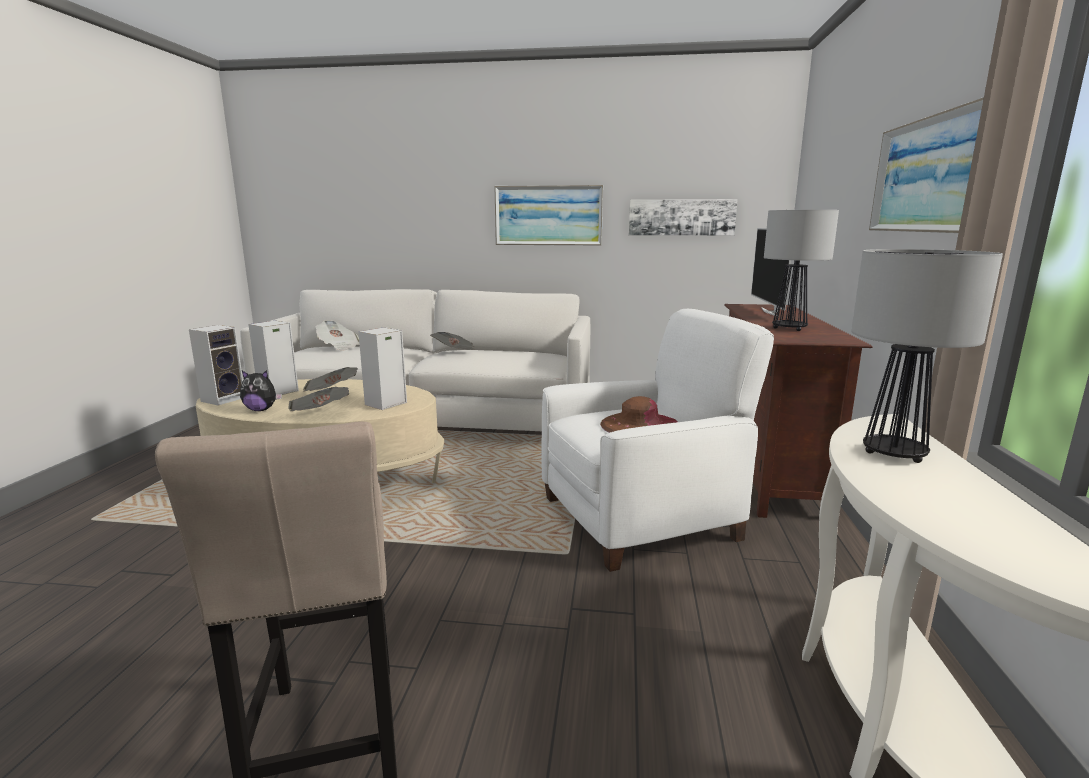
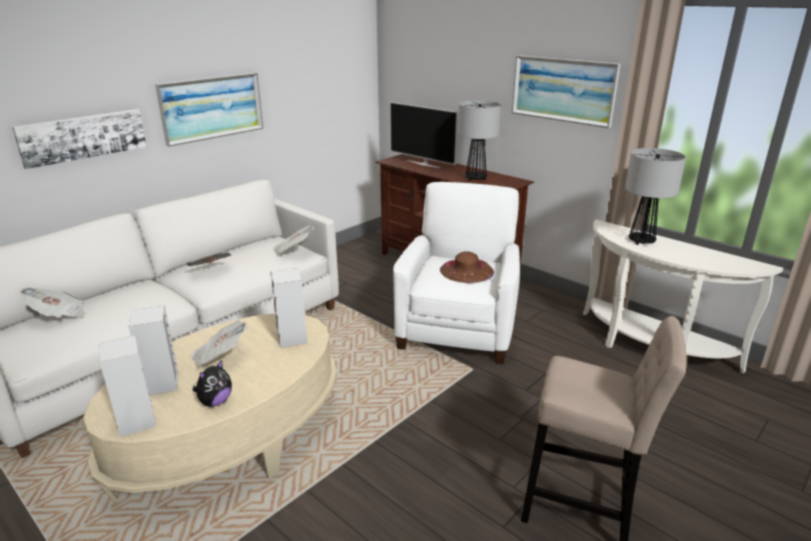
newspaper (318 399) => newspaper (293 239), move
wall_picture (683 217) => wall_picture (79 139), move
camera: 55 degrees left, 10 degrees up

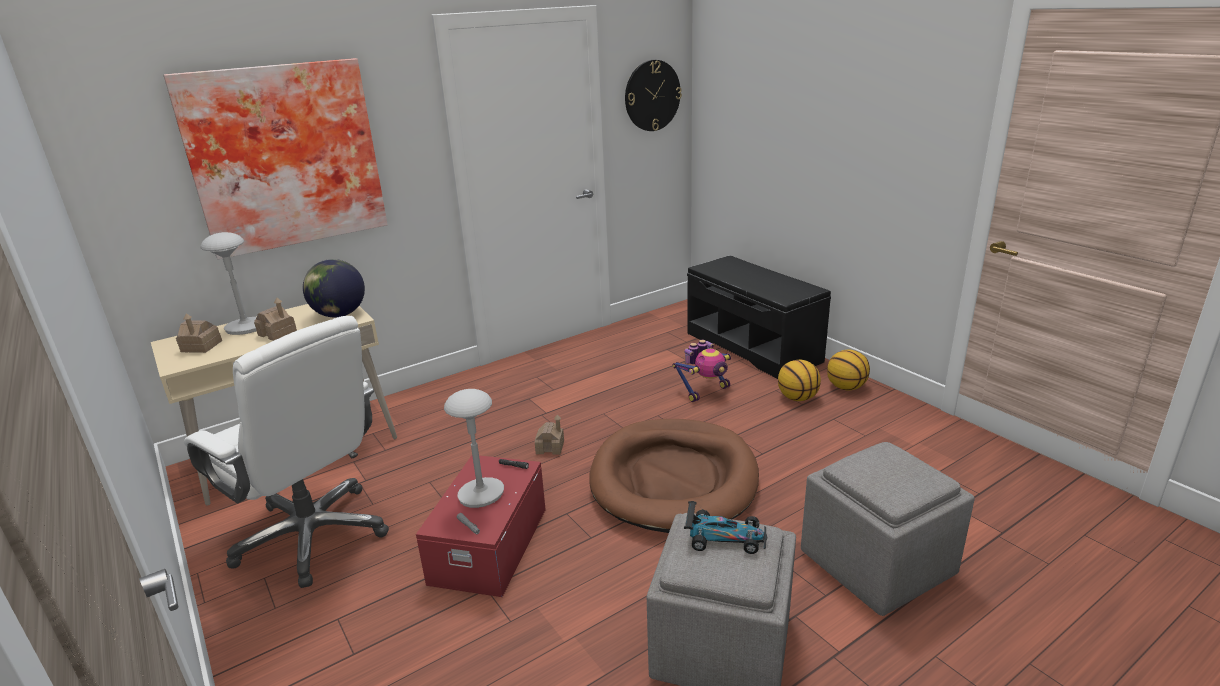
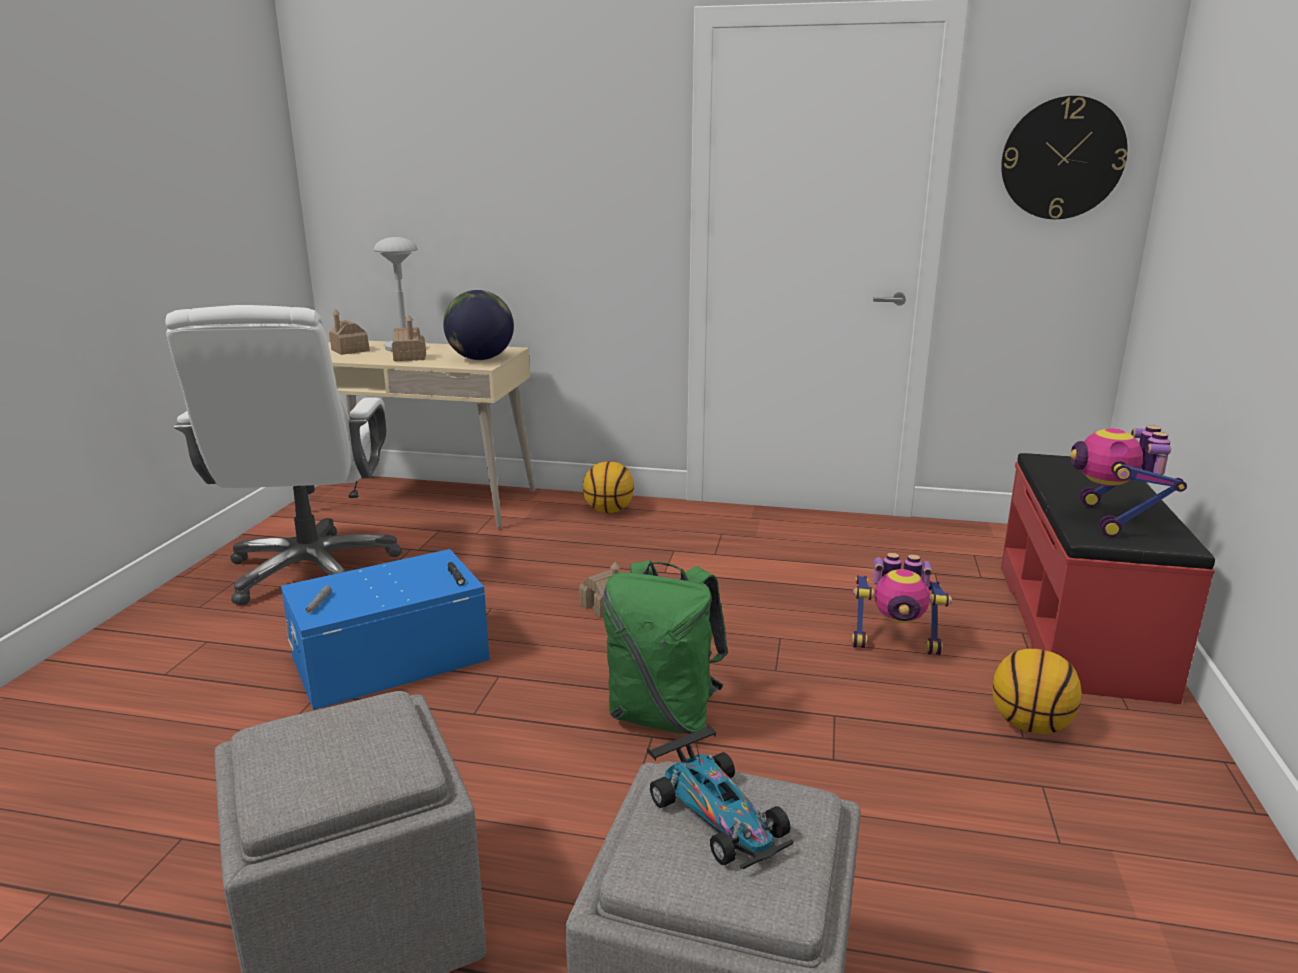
wall_picture (275 158) => nothing
greyish_tabletop_lamp (474 448) => nothing
nothing => toy_robot (1128 481)
toy_car (725 527) => toy_car (720 797), move
ball_for_basketball (848 370) => ball_for_basketball (608 487), move
brownish_dog_cushion (674 476) => green-coloured_backpack (665 647)
red-coloured_storage_box (481 526) => blue_storage_box (385 629)
black-coloured_indoor_bench (759 317) => red-coloured_indoor_bench (1108 578)
camera: 45 degrees right, 5 degrees down

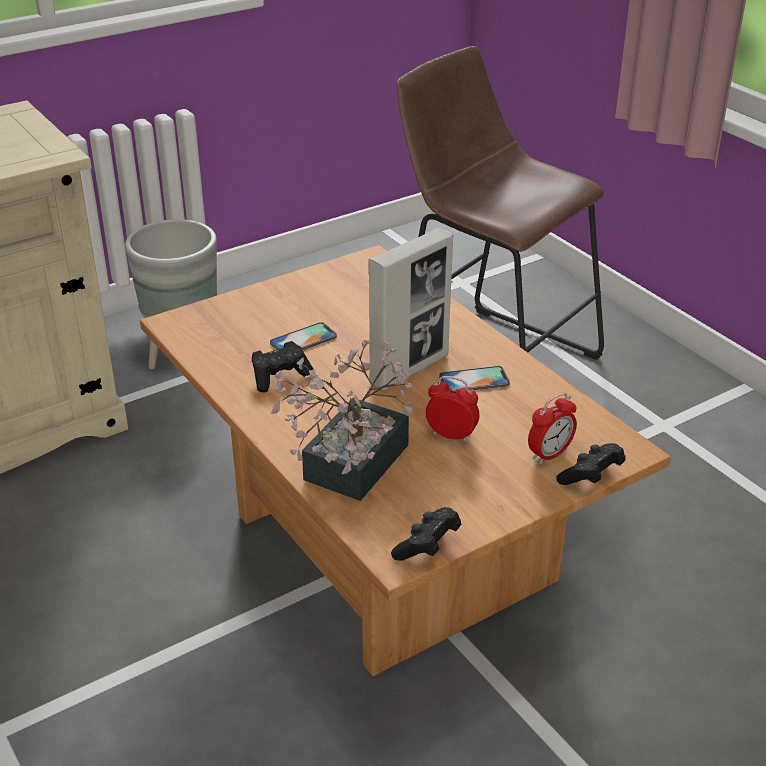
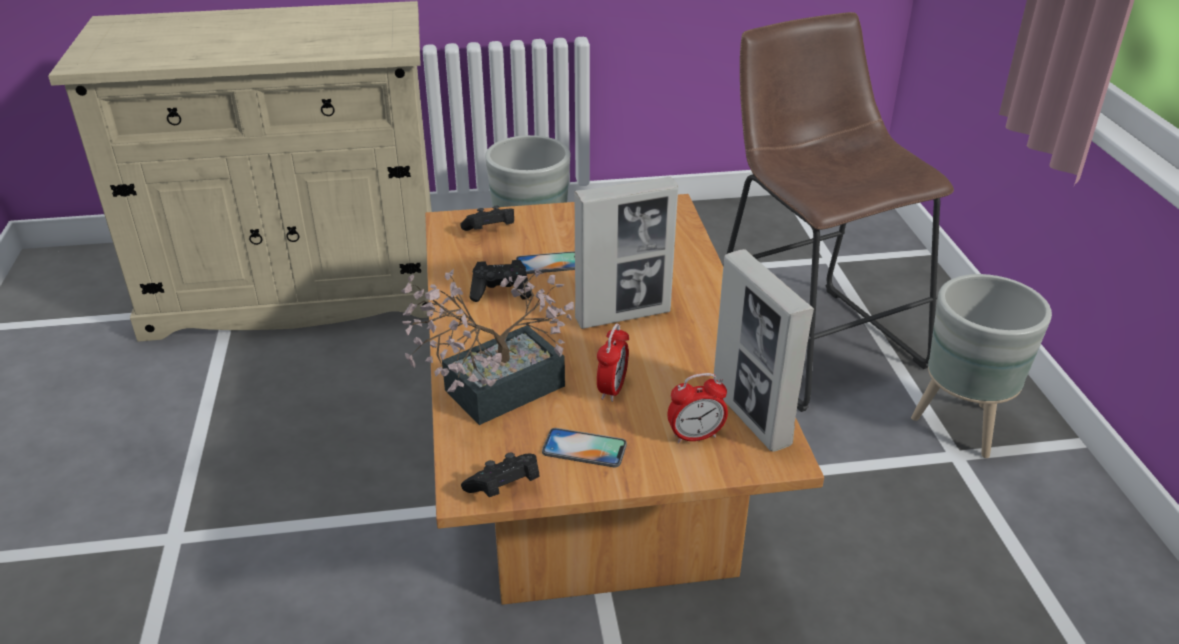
nothing => photo_frame (763 350)
nothing => greyish_planter (981 366)
telephone (474 378) => telephone (584 447), move
black-coloured_joypad (591 464) => black-coloured_joypad (487 218), move
table_clock (453 409) => table_clock (613 363), 60 degrees clockwise
camera: 25 degrees right, 0 degrees up

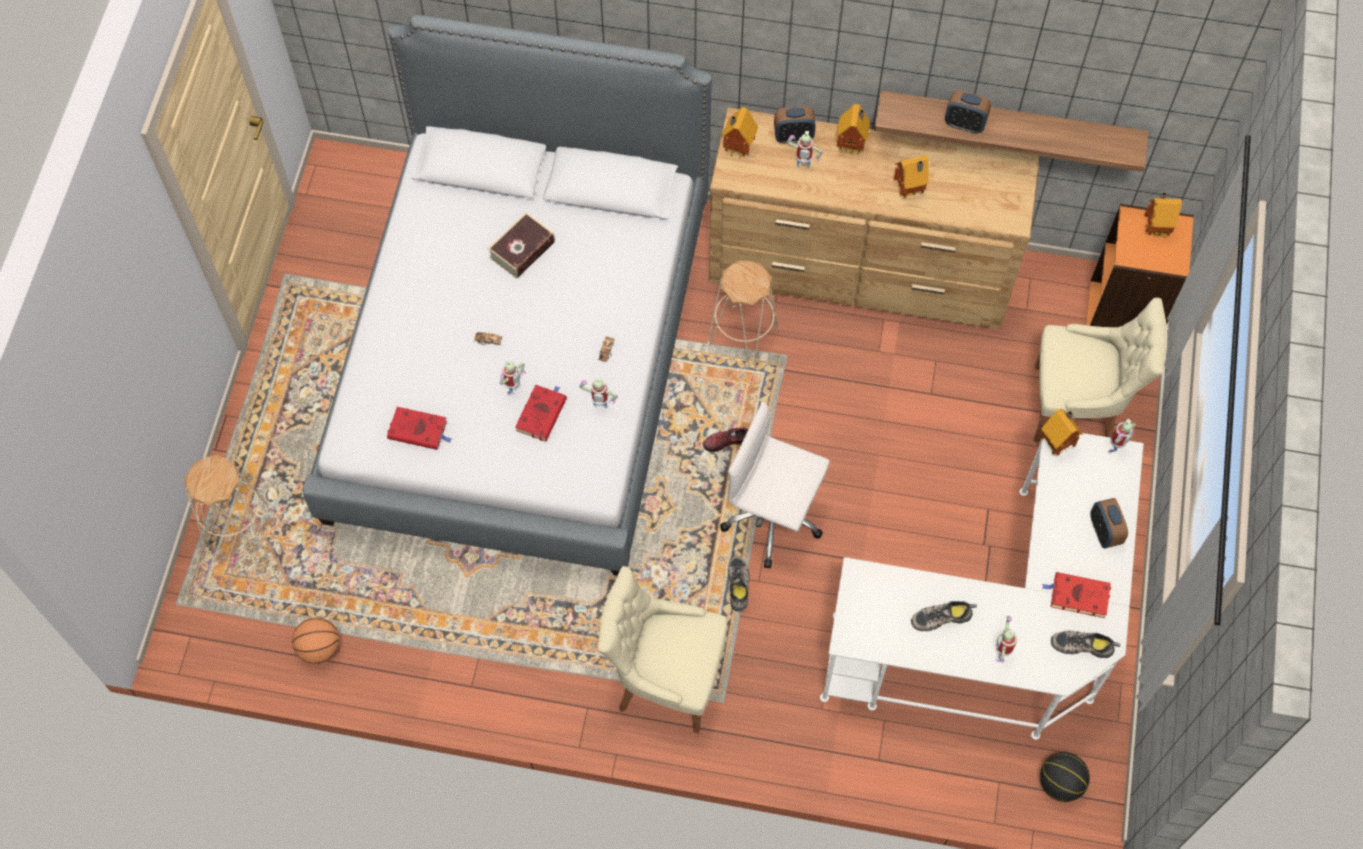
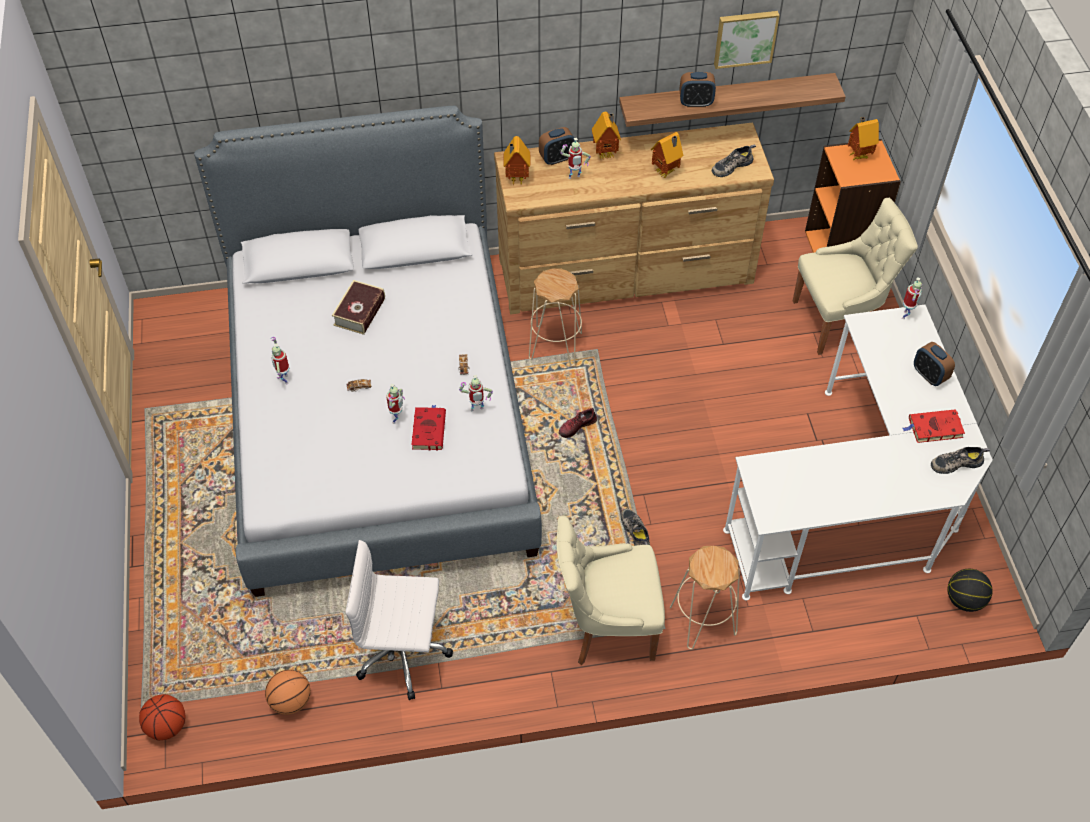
red-coloured_book (419 428) => nothing
miniature_house (1062 432) => nothing
nothing => ball_for_basketball (162 717)
nothing => wall_picture (747 40)
beige_sitting_stool (226 504) => beige_sitting_stool (705 598), move
white_office_chair (775 485) => white_office_chair (399 620), move
shoe (944 616) => shoe (734 161), move
toy_robot (1006 639) => toy_robot (280 360), move
camera: 20 degrees left, 10 degrees down

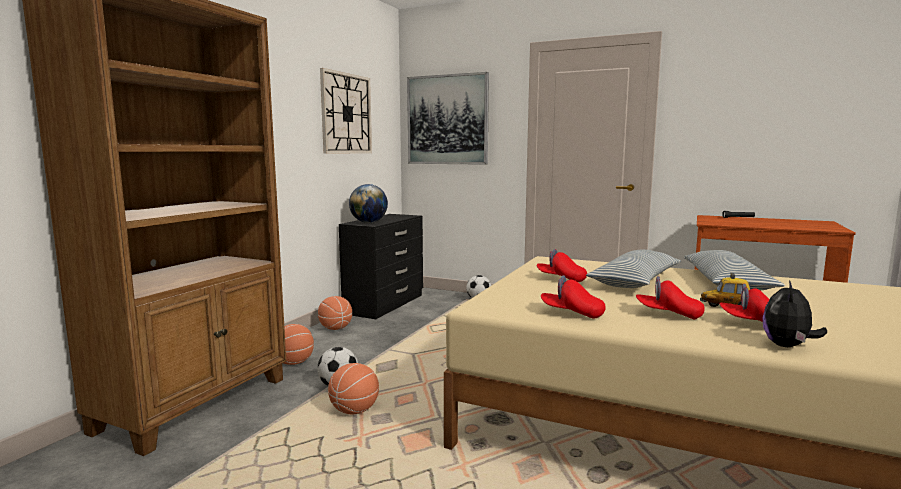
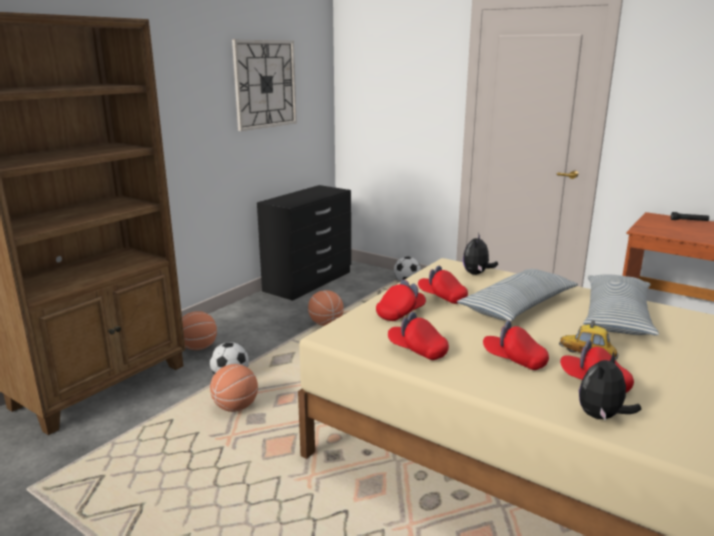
desk_globe (368 203) => nothing
wall_picture (448 118) => nothing
nothing => red-coloured_peaked_cap (401 300)
nothing => plush_toy (480 255)
ball_for_basketball (335 313) => ball_for_basketball (326 308), move
camera: 10 degrees right, 10 degrees up

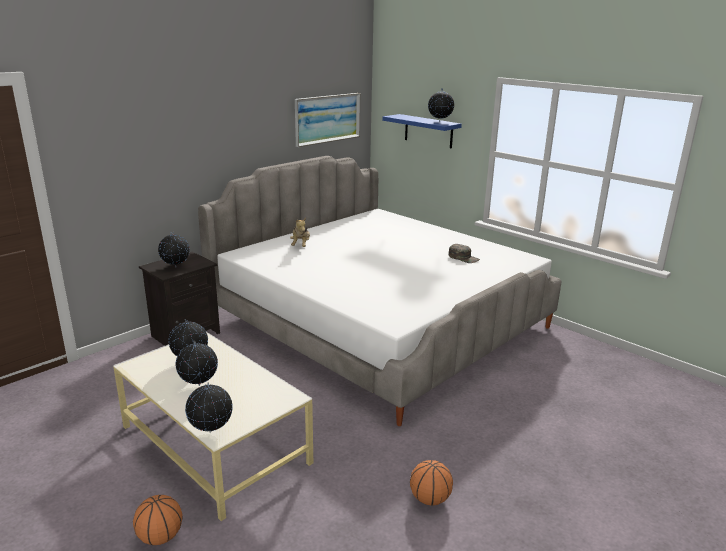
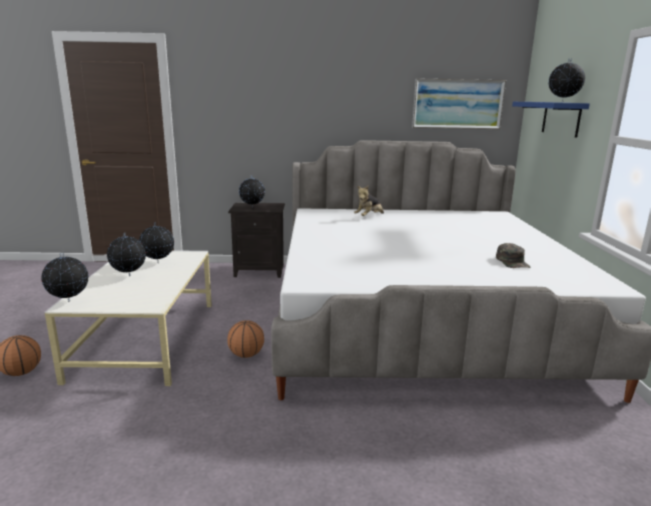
ball_for_basketball (431 483) => ball_for_basketball (245 339), move
camera: 45 degrees right, 5 degrees down

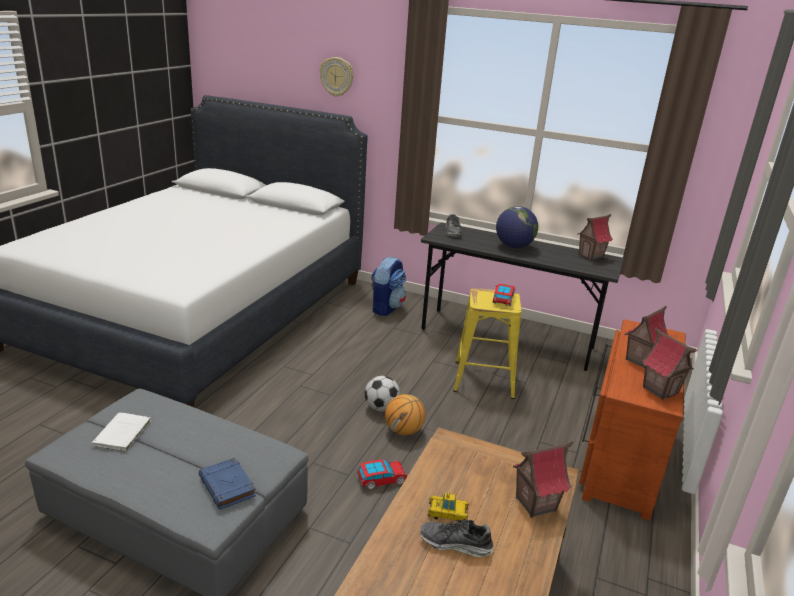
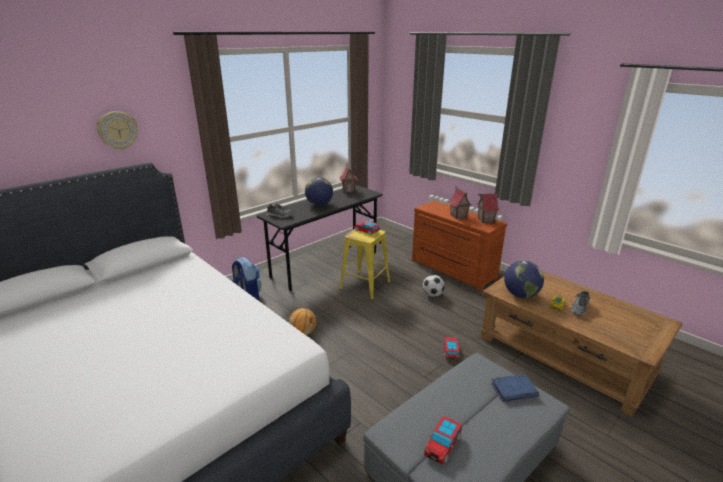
miniature_house (543 479) => nothing
nothing => desk_globe (524 279)
football (382 393) => football (434 286), move
ball_for_basketball (405 414) => ball_for_basketball (302 321), move
white_book (121 432) => toy_car (443 440)
camera: 65 degrees left, 0 degrees up

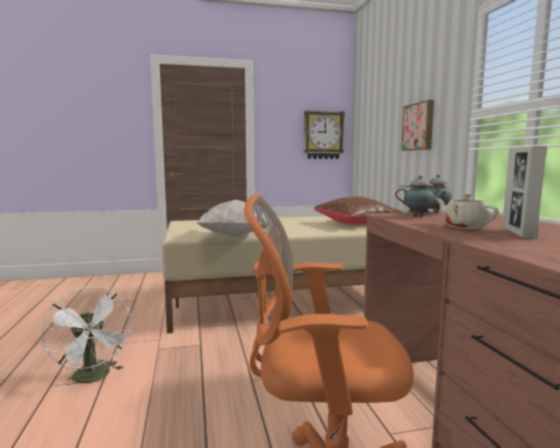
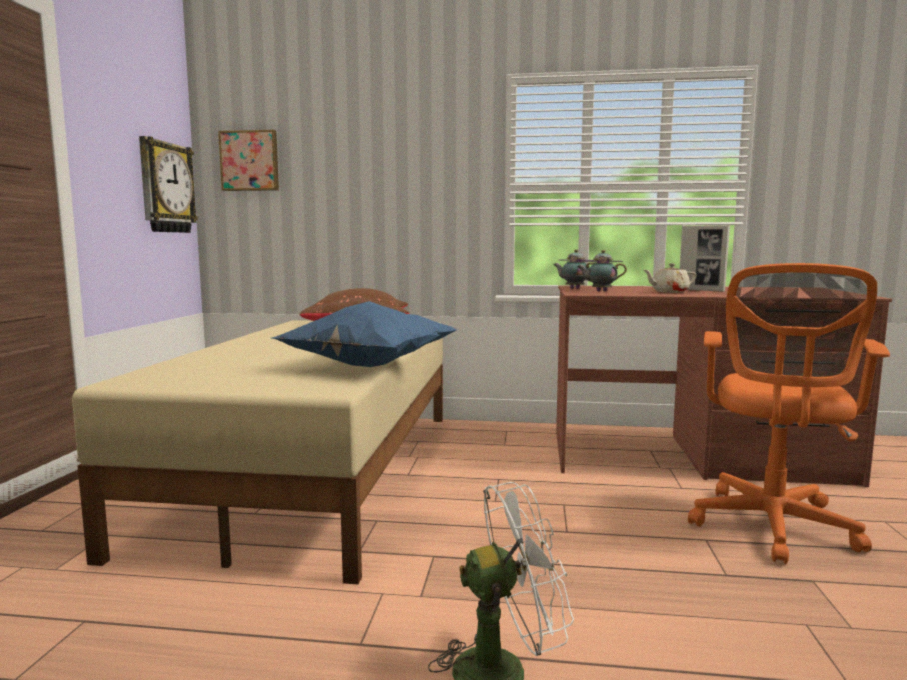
wall_picture (417 125) => wall_picture (248 160), move
white_cushion (232 218) => blue_cushion (364 334)
pot_for_tea (421 196) => pot_for_tea (602 270), 120 degrees counterclockwise
camera: 70 degrees left, 0 degrees up

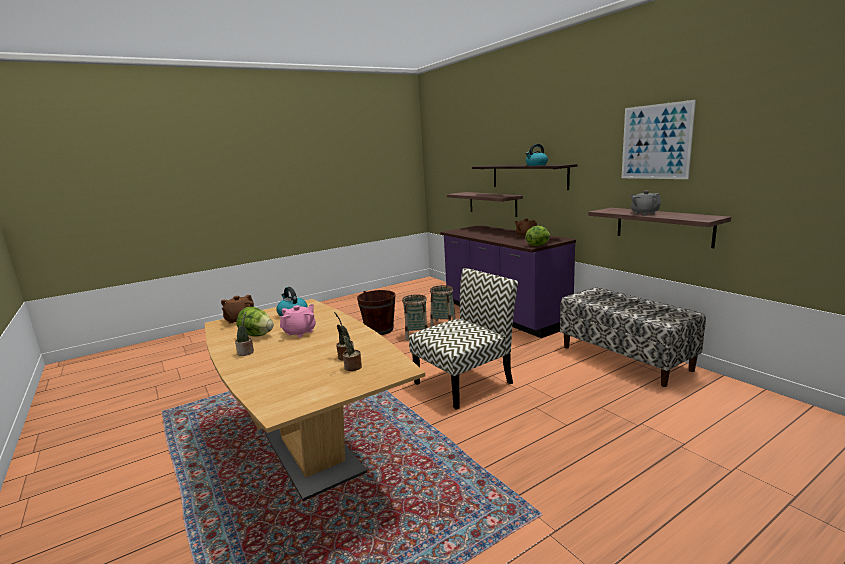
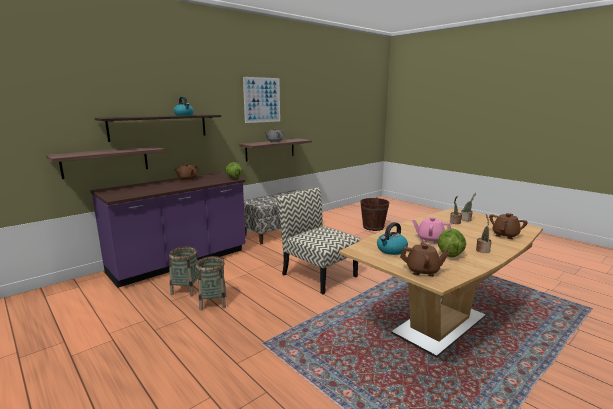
nothing => brownish_pot_for_tea (508 226)
brownish_pail (376 312) => brownish_pail (374 214), move
camera: 100 degrees left, 0 degrees up

